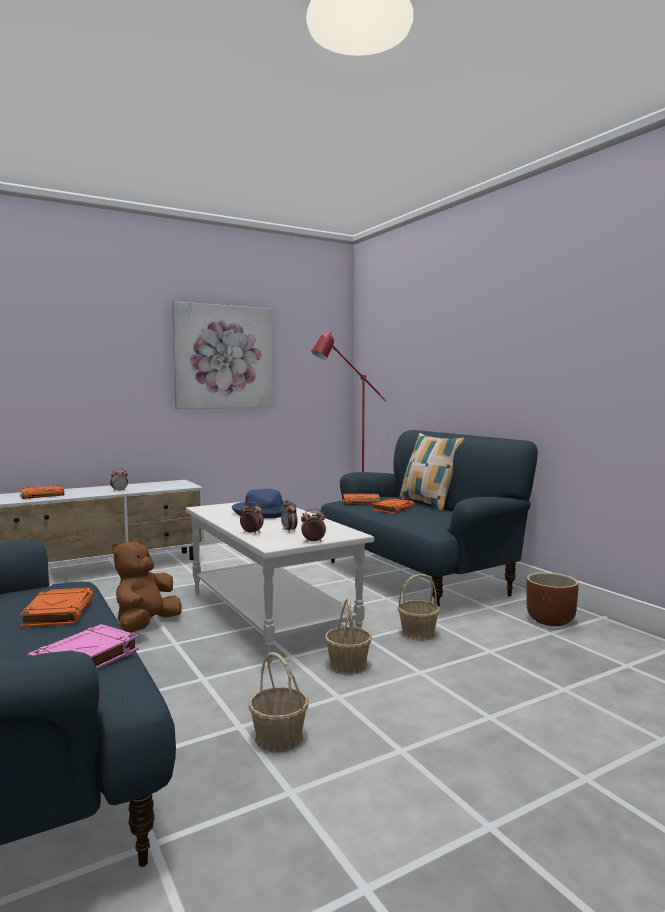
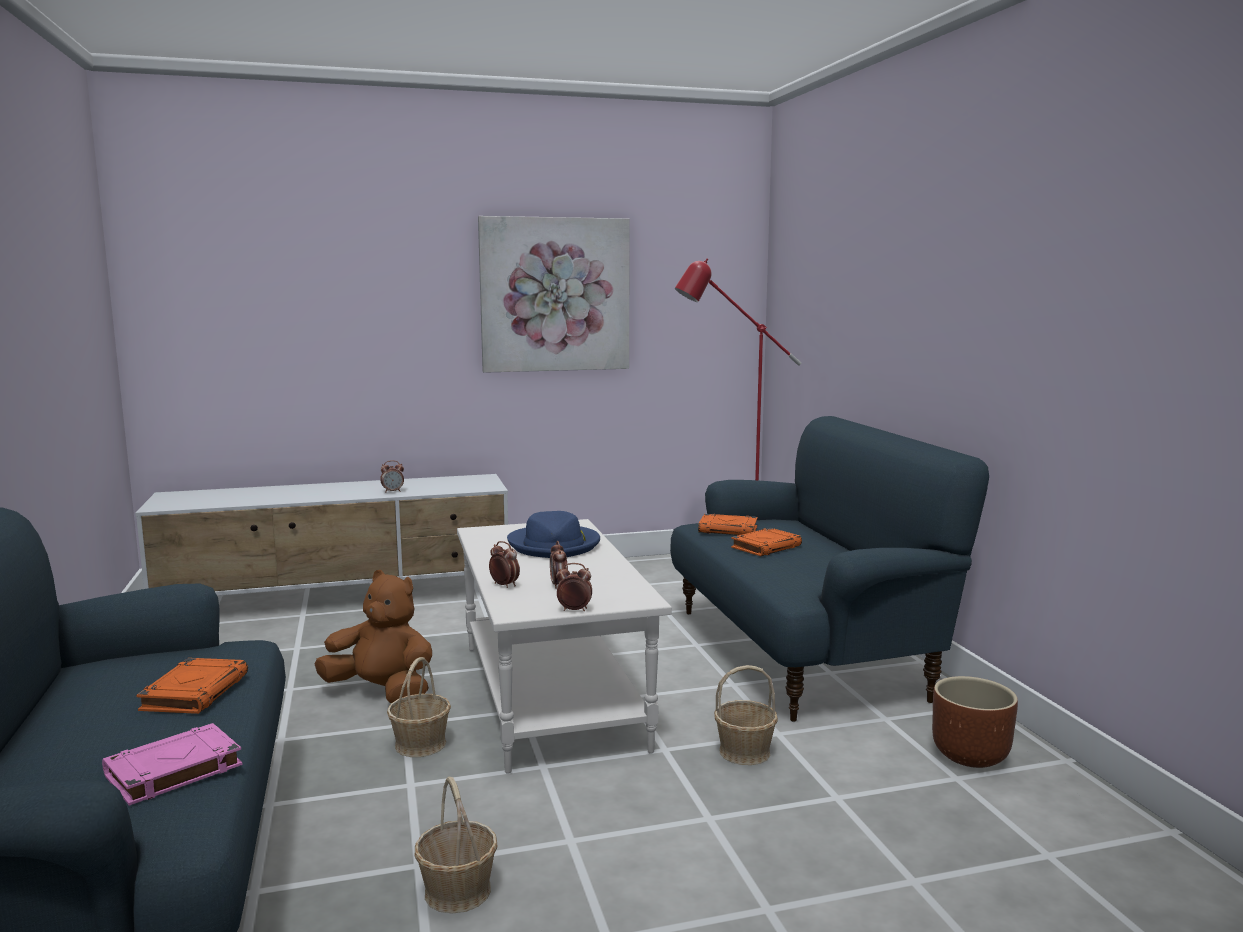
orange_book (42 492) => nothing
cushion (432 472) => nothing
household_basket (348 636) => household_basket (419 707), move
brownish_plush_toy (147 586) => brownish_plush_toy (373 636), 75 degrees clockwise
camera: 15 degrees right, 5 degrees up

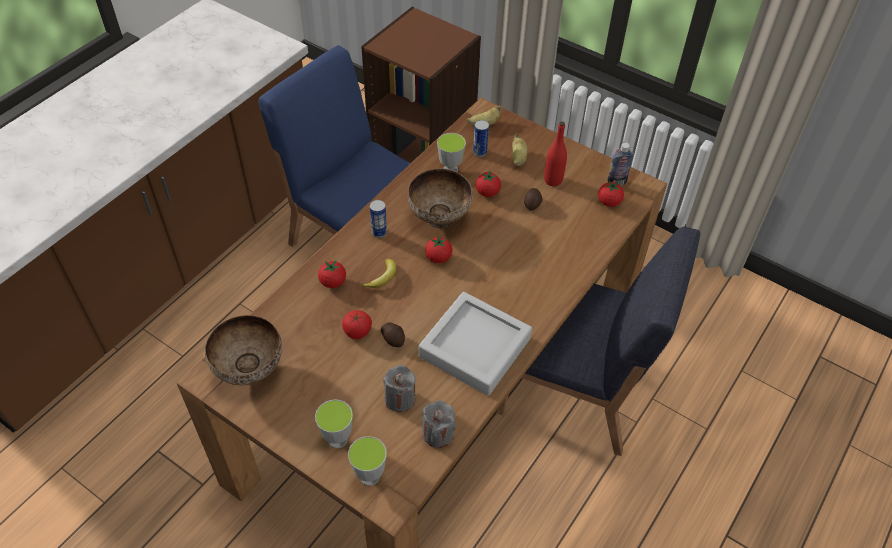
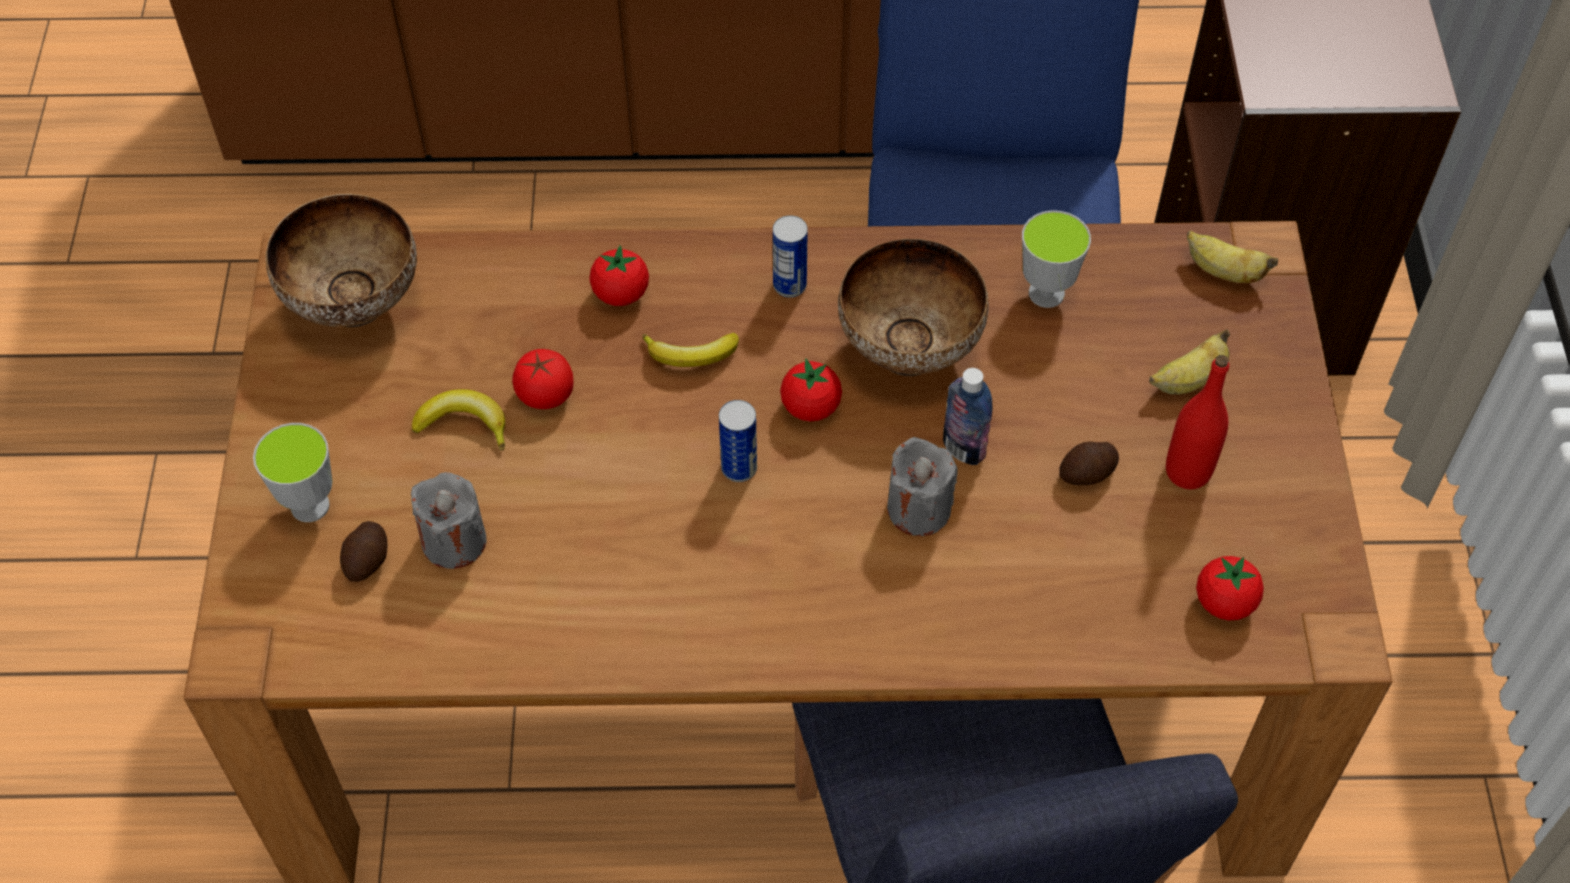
cup (367 461) => nothing
greyish_serving_tray (475 344) => nothing
fresh_tomato (488 184) => nothing
nothing => whole_banana (458 420)
potato (393 335) => potato (364 551), move
greyish_wax_light (439 424) => greyish_wax_light (922 486), move
can (481 138) => can (738 441), move
beverage_bottle (620 164) => beverage_bottle (968 416), move
camera: 55 degrees right, 5 degrees up

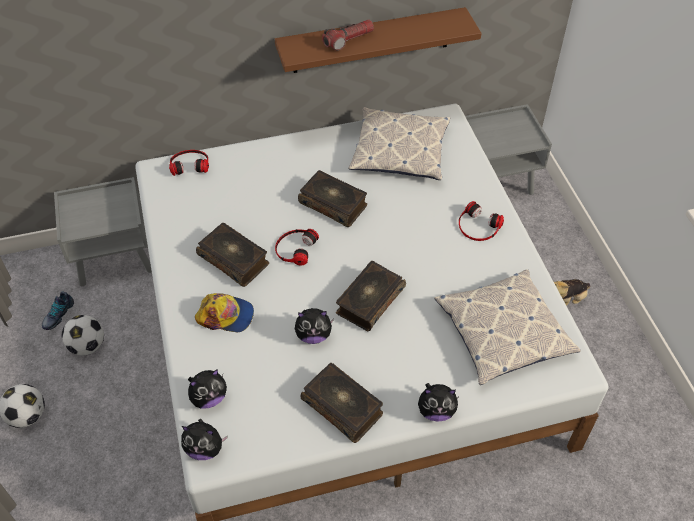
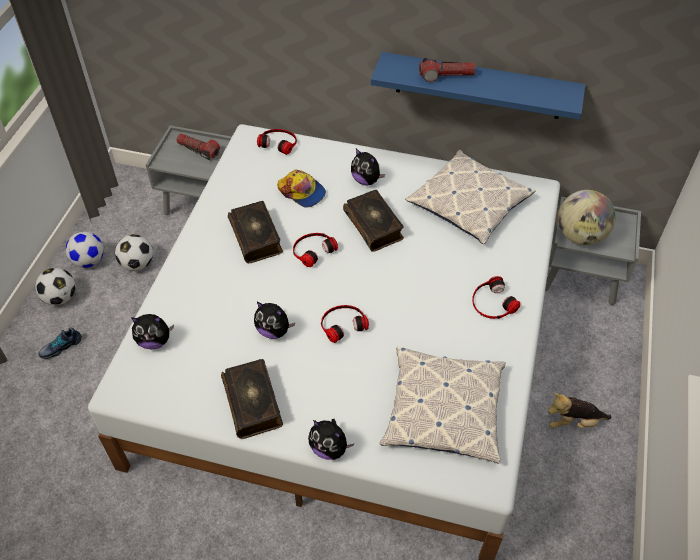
nothing => football (85 250)
nothing => torch (198 147)
nothing => desk_globe (587 217)
shoe (58 311) => shoe (60 343), move
plush_toy (204 439) => plush_toy (368 167), move
peaked_cap (224 312) => peaked_cap (301 189), move
book (371 296) => pair_of_headphones (345 324)
brownish_shelf (378 40) => blue_shelf (478 86)
camera: 30 degrees right, 0 degrees up

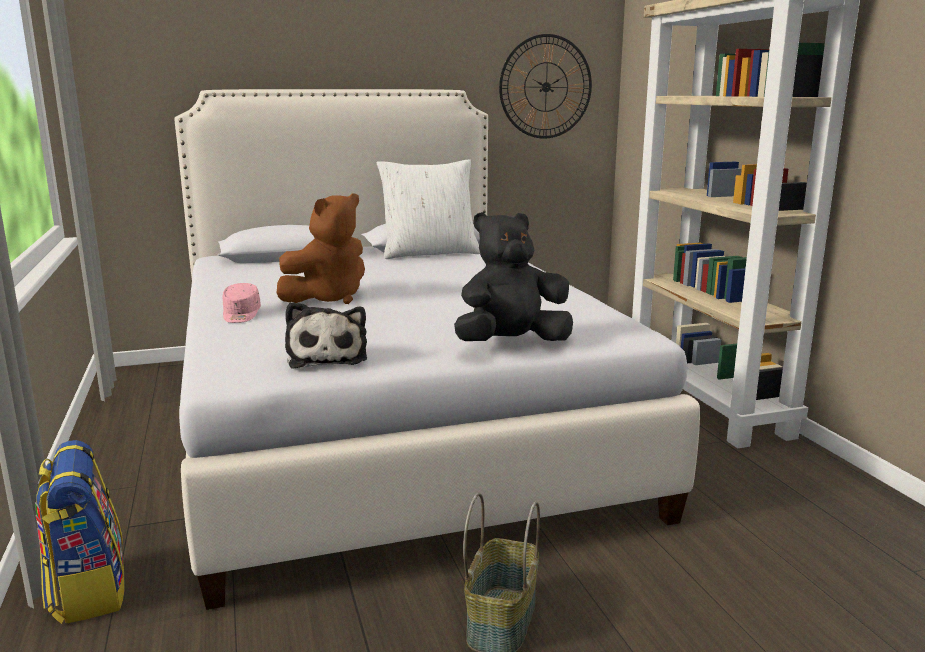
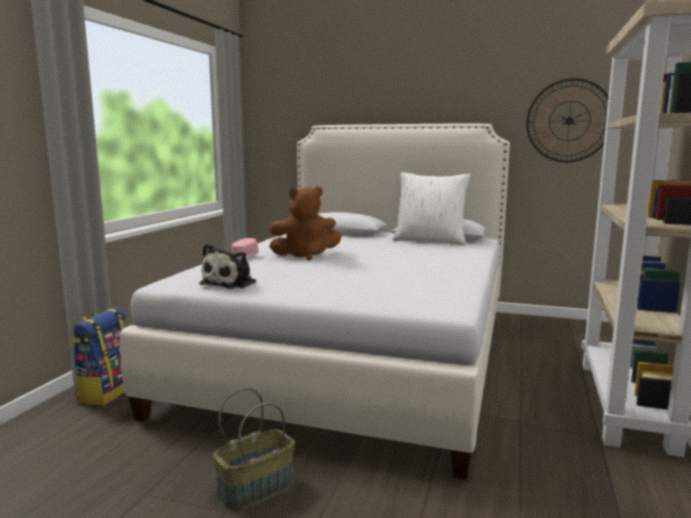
black-coloured_plush_toy (513 276) => nothing
camera: 35 degrees right, 5 degrees down

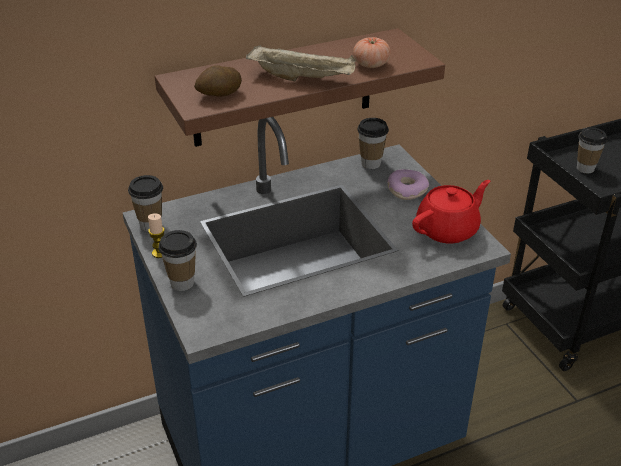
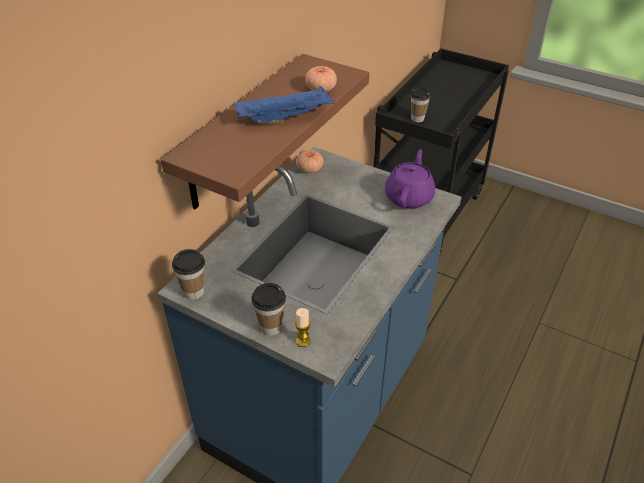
potato (218 81) => nothing
donut (408 184) => nothing
wax_light (156 235) => wax_light (303 327), move
cup (373 143) => fresh_tomato (310 161)
beige_serving_tray (301 63) => blue_serving_tray (285 105)
red-coloured_pot_for_tea (451 212) => purplish_pot_for_tea (410 179)
camera: 35 degrees left, 5 degrees up

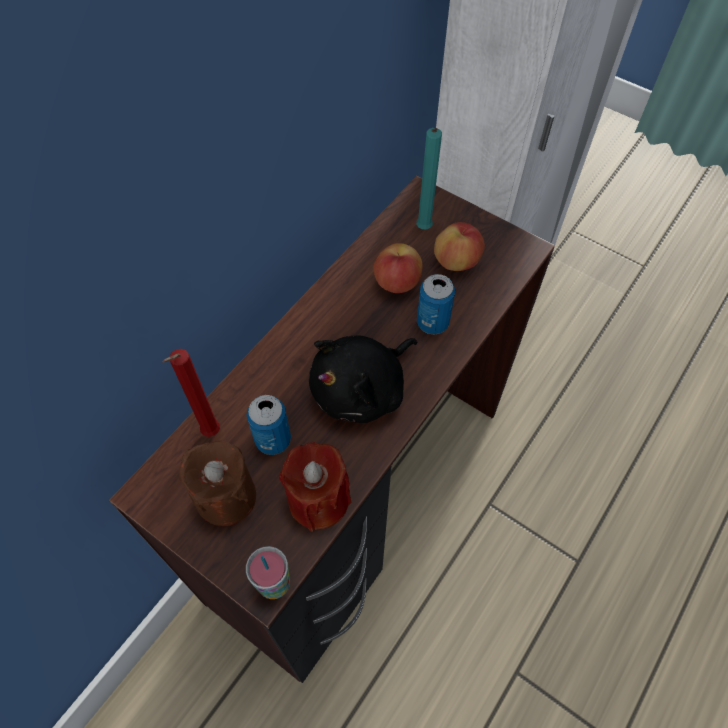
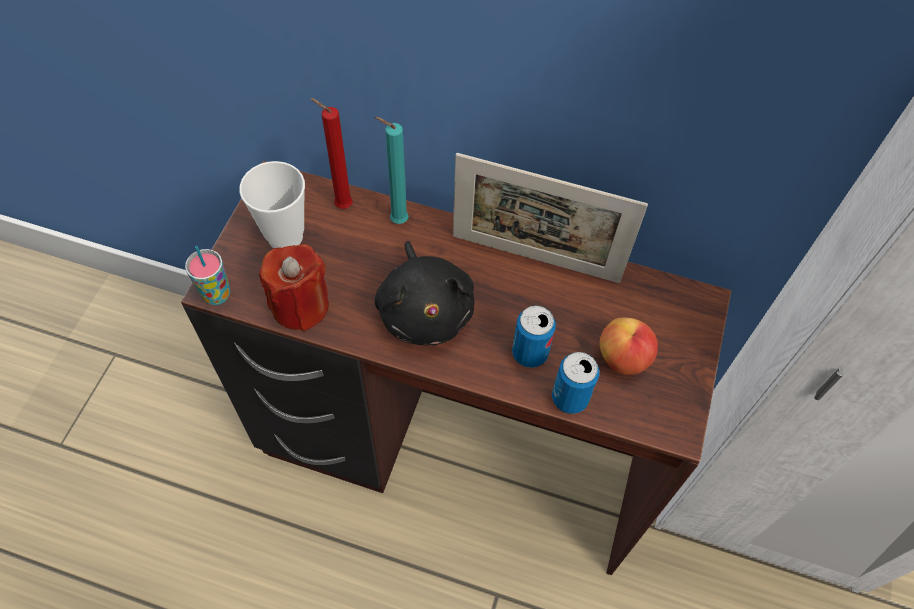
apple_fruit (397 268) => nothing
nothing => photo_frame (550 218)
can (269 425) => can (575 383), move
turquoise-coloured_wax_light (429 178) => turquoise-coloured_wax_light (392 170), move
brownish_wax_light (217 483) => cup (272 204)
black-coloured_plush_toy (363 379) => black-coloured_plush_toy (424 293), 135 degrees counterclockwise
camera: 70 degrees right, 0 degrees up

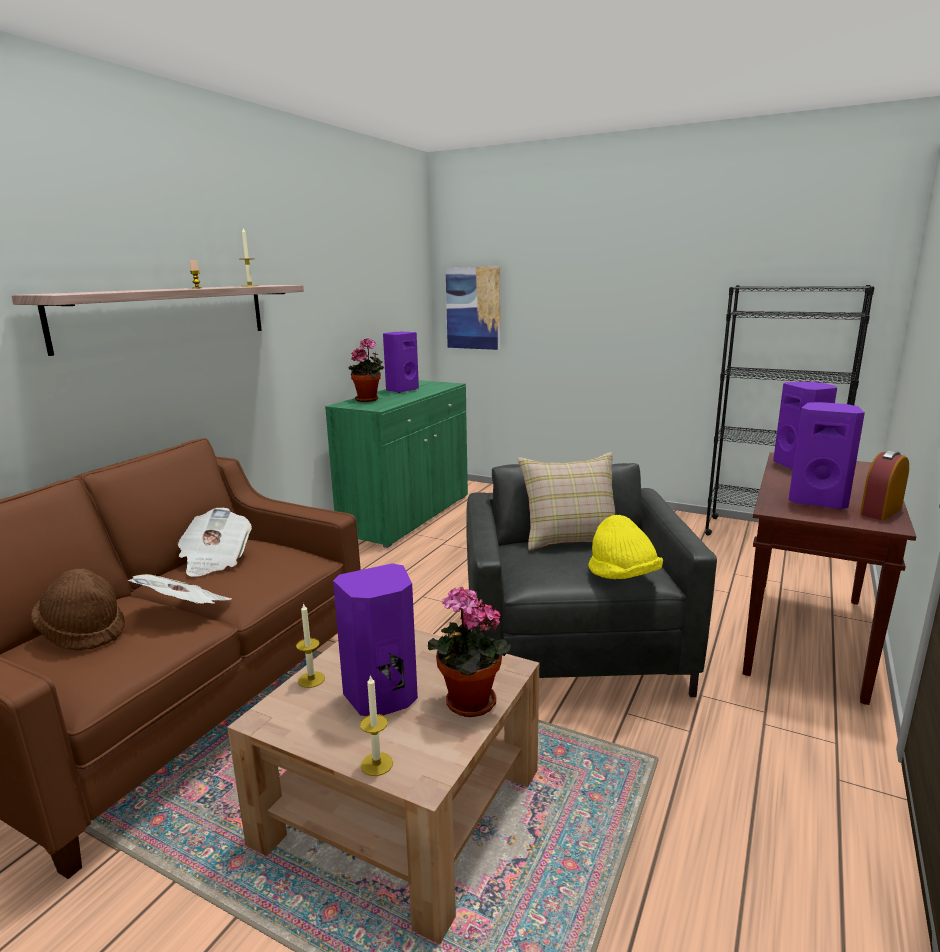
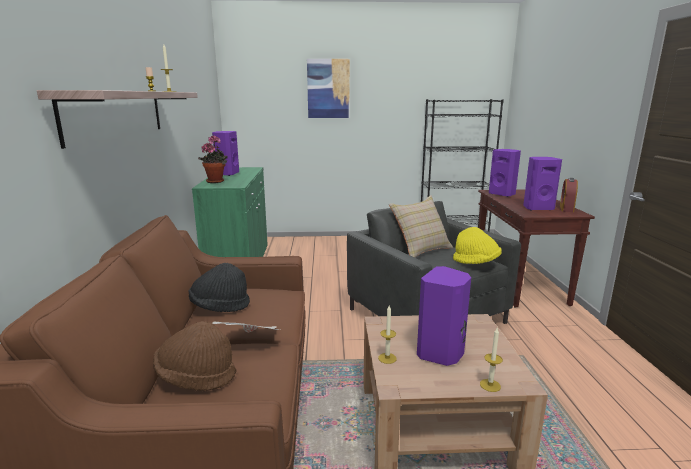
houseplant (470 652) => nothing
wall_picture (473 308) => wall_picture (328 88), move
newspaper (214 542) => black-coloured_wearable_hat (219 287)
camera: 30 degrees left, 0 degrees up

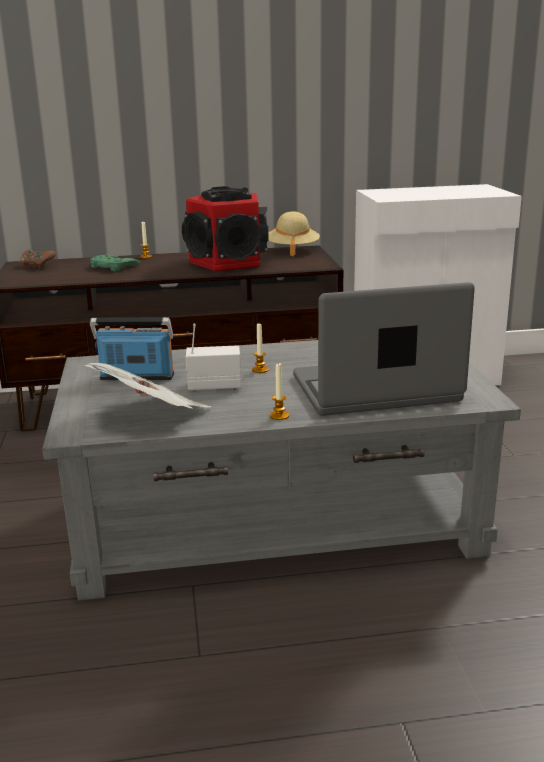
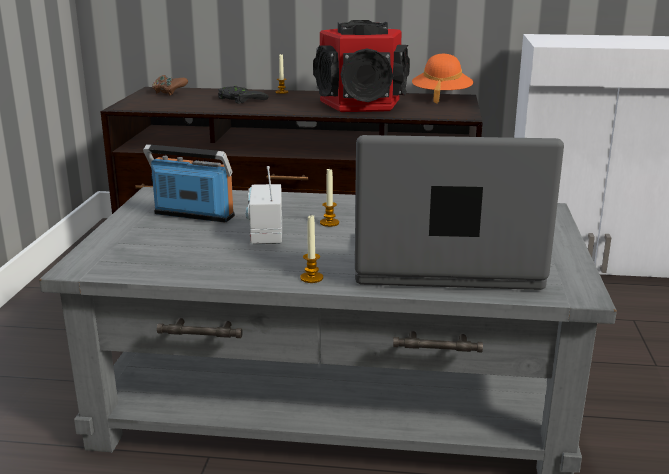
newspaper (147 385) => nothing
green-coloured_joypad (115 262) => black-coloured_joypad (243 95)
beige_wearable_hat (294 234) => orange_wearable_hat (443 79)
radio_receiver (213 358) => radio_receiver (263 205), 105 degrees counterclockwise
camera: 15 degrees right, 0 degrees up

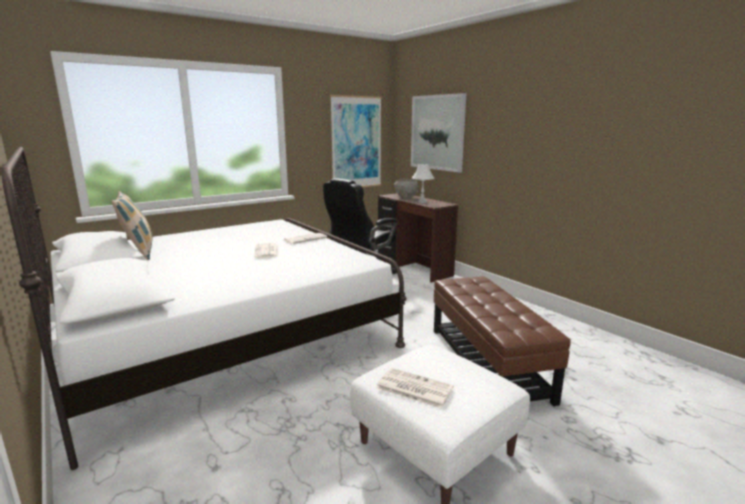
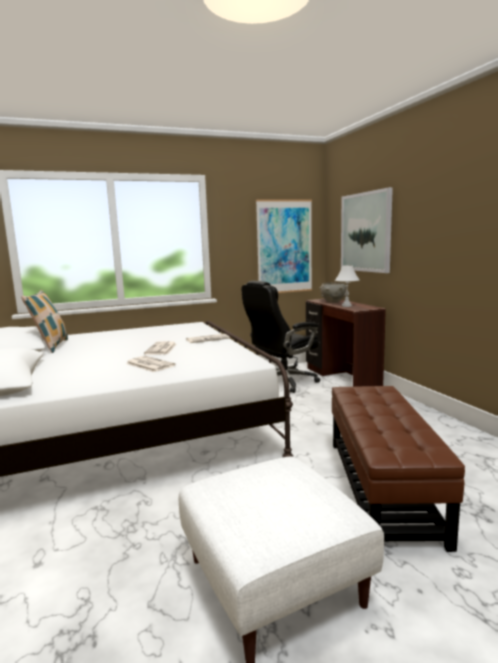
newspaper (415 388) => newspaper (151 364), move
camera: 15 degrees right, 5 degrees down

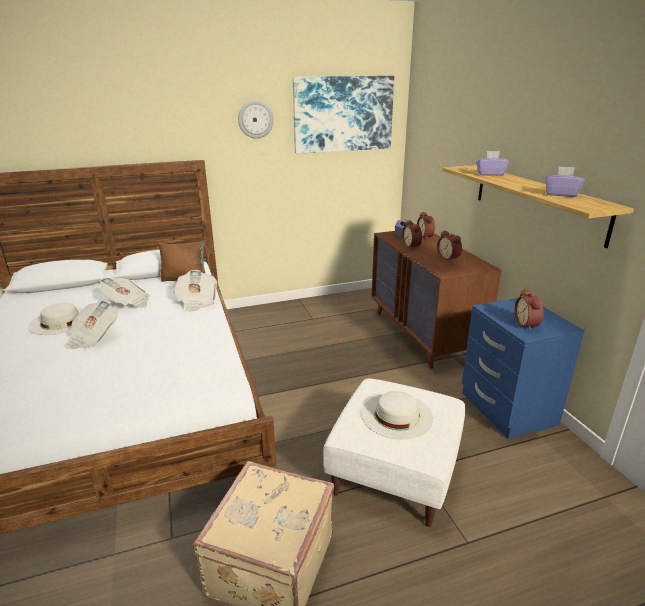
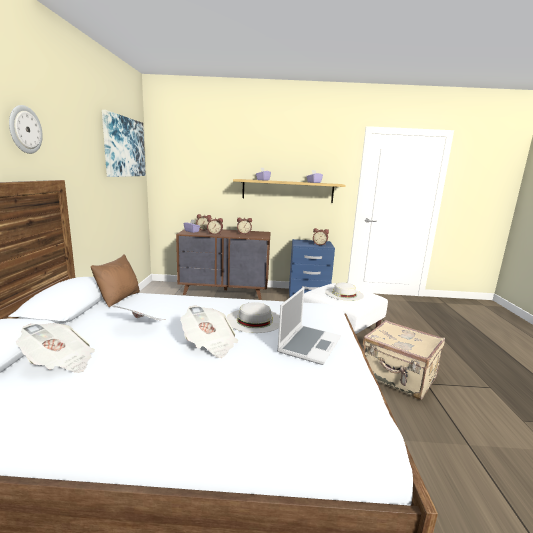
nothing => notebook_computer (309 326)
white_wearable_hat (56 319) => white_wearable_hat (253 317), move
newspaper (195 291) => newspaper (55 348), move
wall_clock (256 119) => wall_clock (26 129), move
camera: 70 degrees left, 10 degrees down

